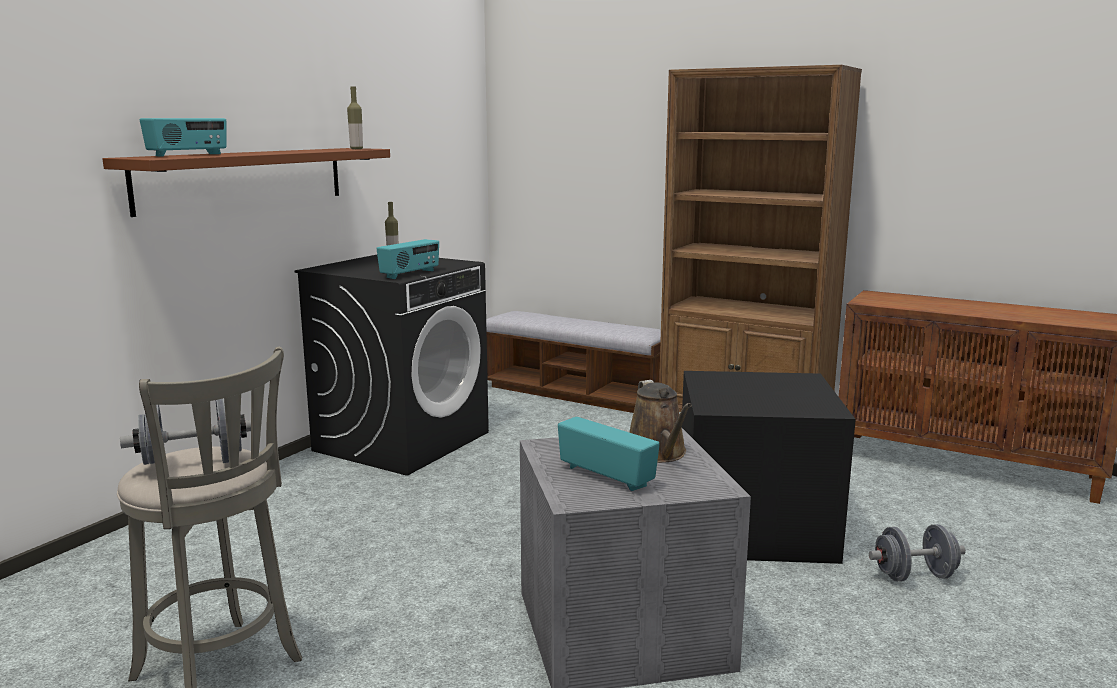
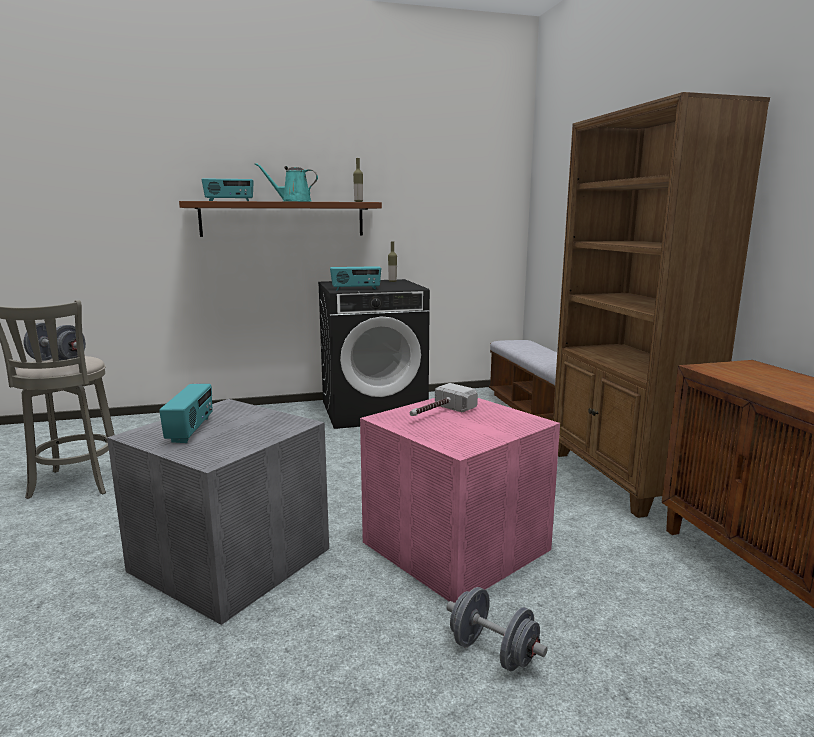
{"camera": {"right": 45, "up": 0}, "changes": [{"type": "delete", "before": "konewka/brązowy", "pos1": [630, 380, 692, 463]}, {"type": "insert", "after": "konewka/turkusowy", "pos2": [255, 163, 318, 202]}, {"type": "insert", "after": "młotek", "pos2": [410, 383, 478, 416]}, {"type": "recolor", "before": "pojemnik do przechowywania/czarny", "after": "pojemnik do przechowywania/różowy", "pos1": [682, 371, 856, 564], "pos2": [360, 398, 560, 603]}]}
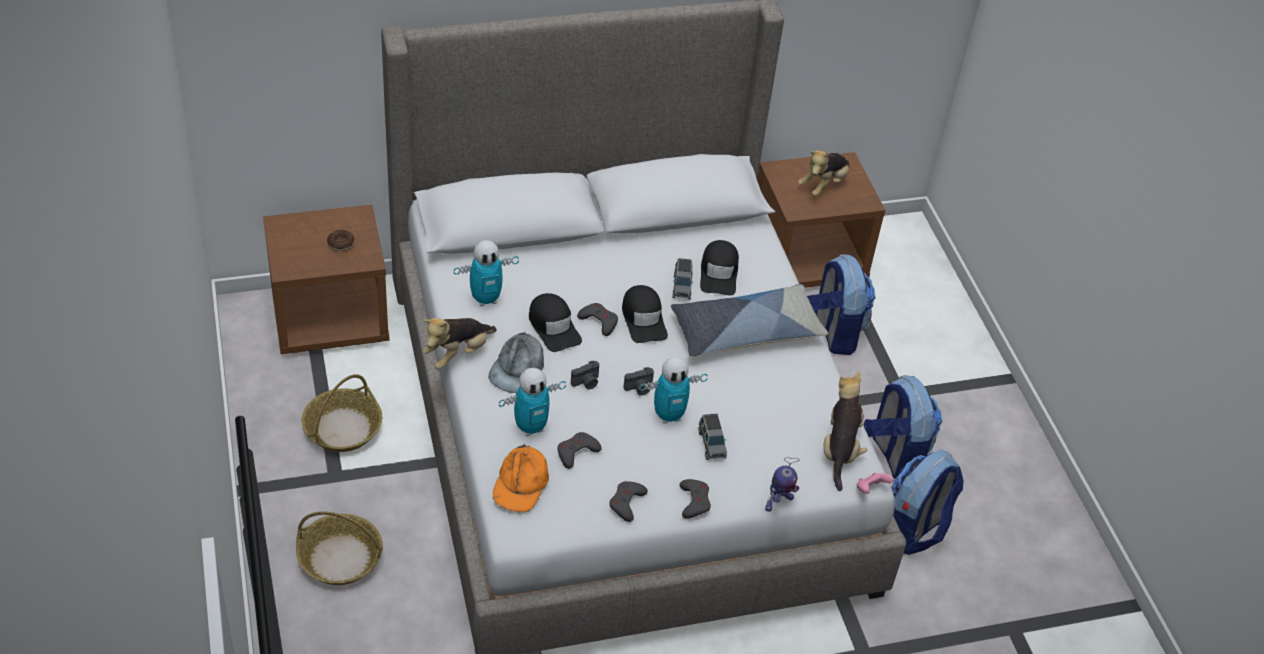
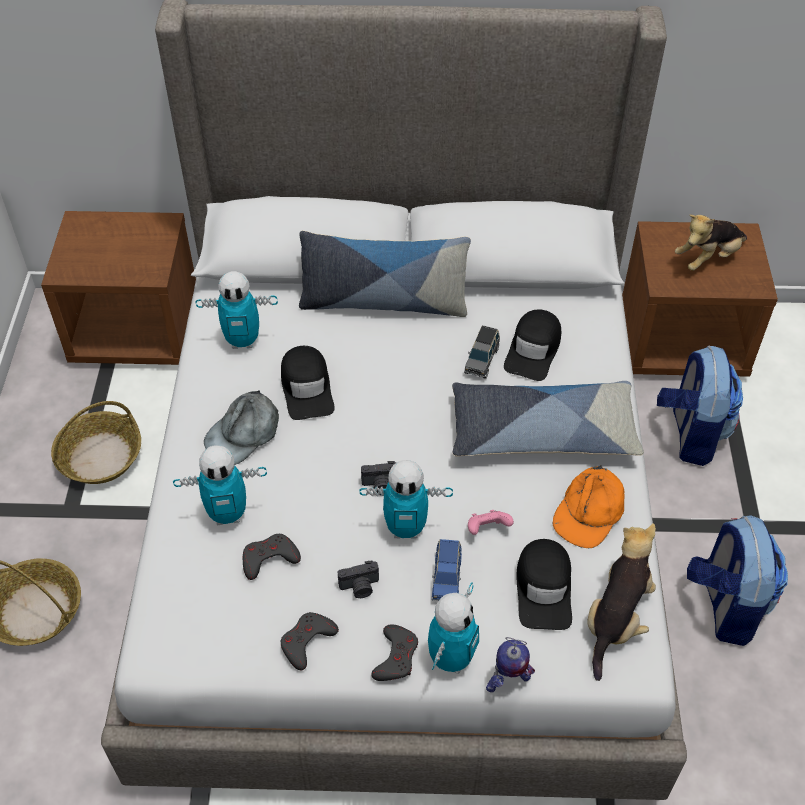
{"camera": {"right": 20, "up": 5}, "changes": [{"type": "delete", "before": "donut", "pos1": [327, 230, 354, 251]}, {"type": "delete", "before": "pluszak", "pos1": [423, 318, 497, 370]}, {"type": "delete", "before": "pad do gier/szary", "pos1": [577, 303, 618, 336]}, {"type": "delete", "before": "plecak", "pos1": [891, 450, 964, 555]}, {"type": "insert", "after": "poduszka", "pos2": [299, 231, 471, 317]}, {"type": "insert", "after": "robot zabawkowy", "pos2": [428, 582, 479, 674]}, {"type": "move", "before": "czapka z daszkiem/pomarańczowy", "pos1": [493, 444, 549, 512], "pos2": [553, 465, 625, 548]}, {"type": "move", "before": "aparat fotograficzny", "pos1": [571, 360, 599, 390], "pos2": [338, 560, 379, 598]}, {"type": "move", "before": "czapka z daszkiem/czarny", "pos1": [622, 285, 668, 343], "pos2": [516, 539, 572, 630]}, {"type": "move", "before": "pad do gier/różowy", "pos1": [857, 472, 894, 494], "pos2": [468, 510, 514, 535]}, {"type": "recolor", "before": "samochodzik/szary", "after": "samochodzik/niebieski", "pos1": [699, 413, 727, 460], "pos2": [432, 539, 462, 601]}]}
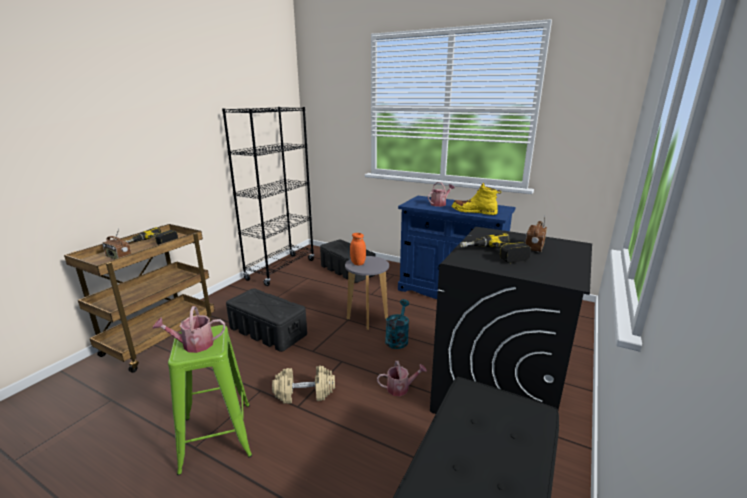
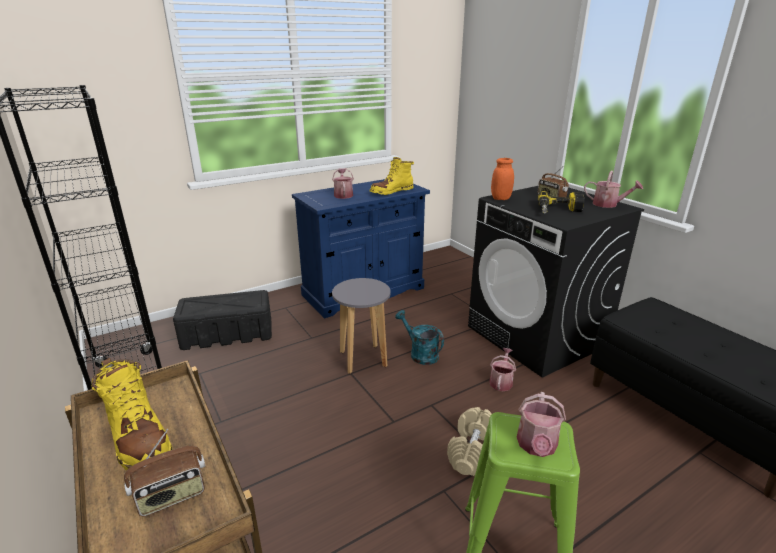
{"camera": {"right": -60, "up": 5}, "changes": [{"type": "delete", "before": "pojemnik do przechowywania/czarny", "pos1": [226, 288, 307, 352]}, {"type": "insert", "after": "konewka", "pos2": [584, 171, 643, 208]}, {"type": "move", "before": "słoik/pomarańczowy", "pos1": [350, 233, 366, 266], "pos2": [491, 158, 514, 200]}, {"type": "replace", "before": "wiertarka", "after": "but z cholewką/żółty", "pos1": [125, 227, 178, 245], "pos2": [91, 357, 173, 470]}]}
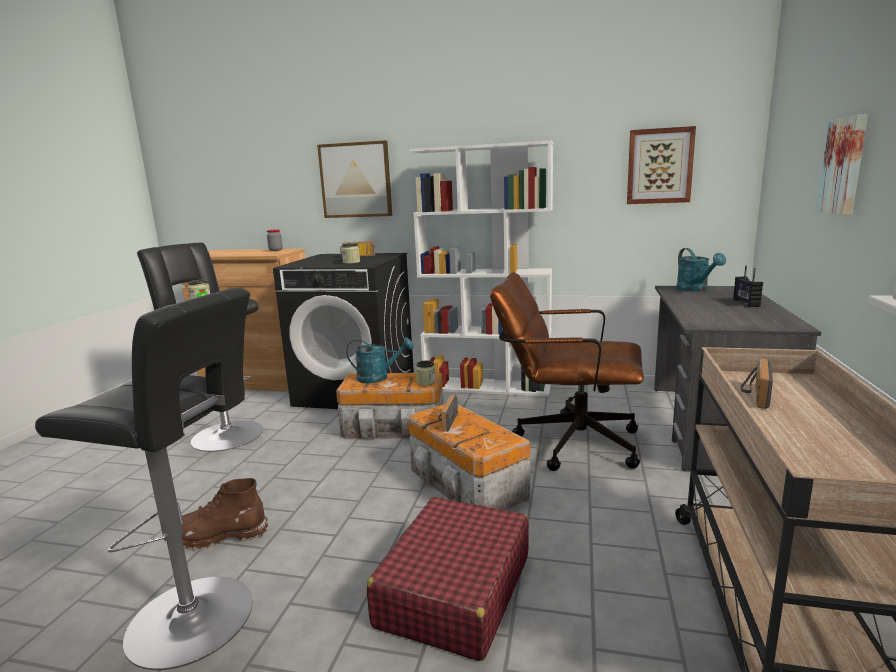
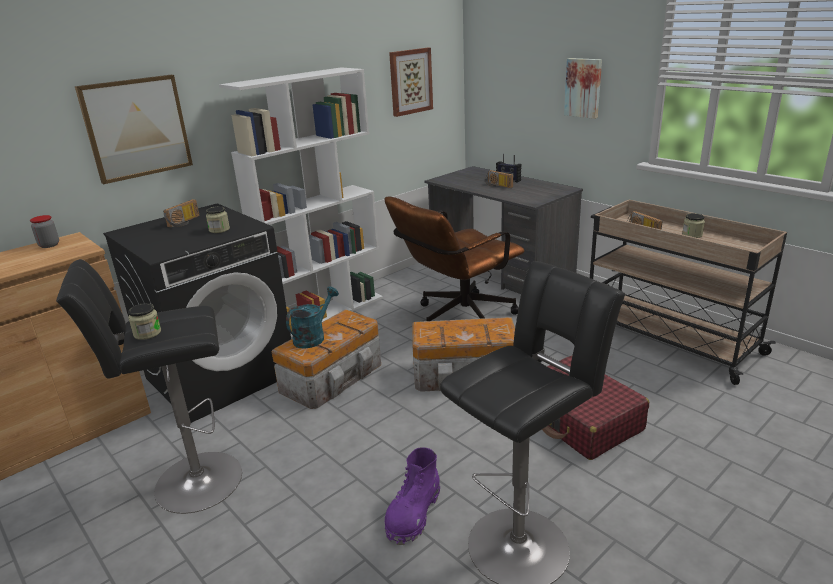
{"camera": {"right": -55, "up": 10}, "changes": [{"type": "delete", "before": "konewka/turkusowy", "pos1": [676, 248, 726, 292]}, {"type": "move", "before": "słoik", "pos1": [416, 361, 436, 385], "pos2": [682, 213, 705, 238]}, {"type": "move", "before": "radio", "pos1": [438, 395, 458, 432], "pos2": [485, 170, 513, 188]}, {"type": "recolor", "before": "but z cholewką/brązowy", "after": "but z cholewką/fioletowy", "pos1": [182, 478, 268, 550], "pos2": [384, 447, 440, 545]}]}
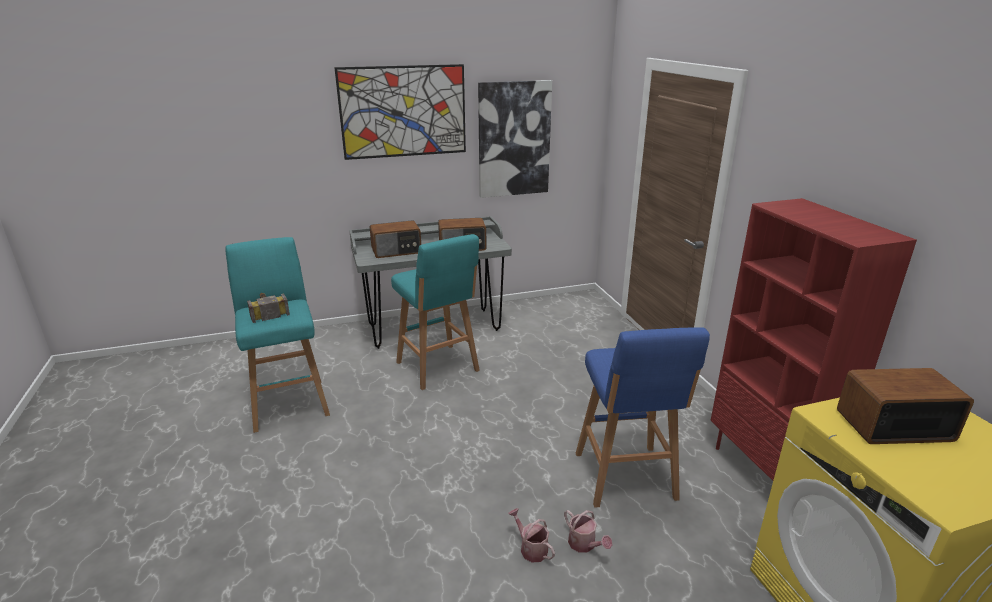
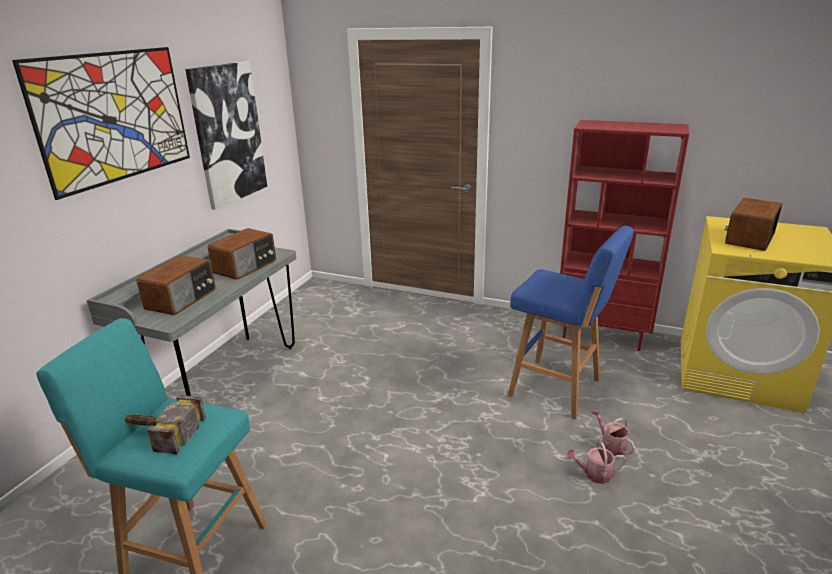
{"camera": {"right": -50, "up": 0}, "changes": [{"type": "delete", "before": "stołek/turkusowy", "pos1": [391, 234, 480, 390]}, {"type": "rotate", "before": "konewka", "pos1": [564, 510, 612, 553], "pos2": [591, 409, 635, 456], "turn": -120}]}
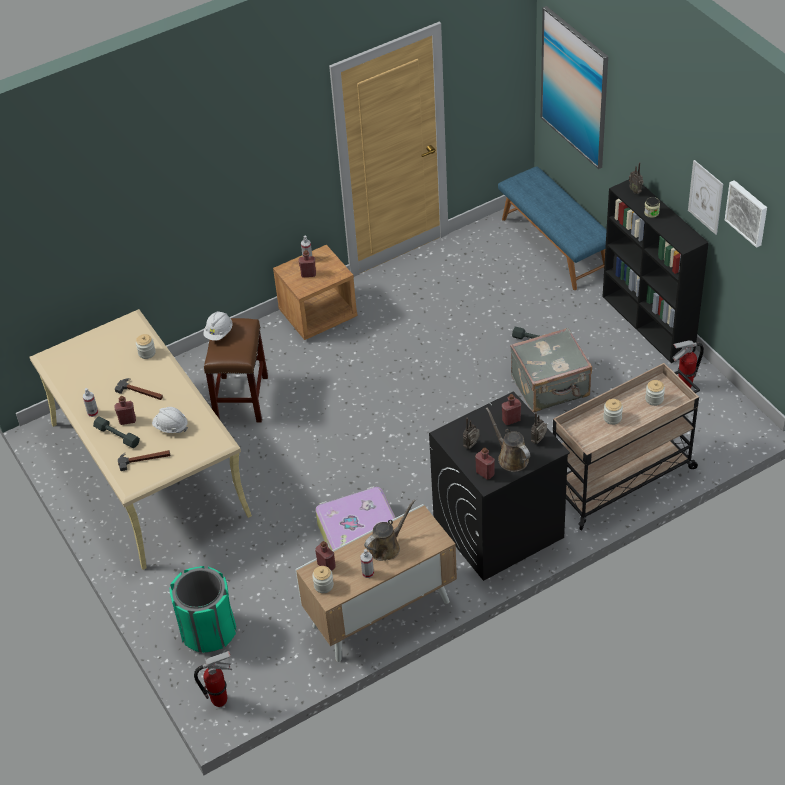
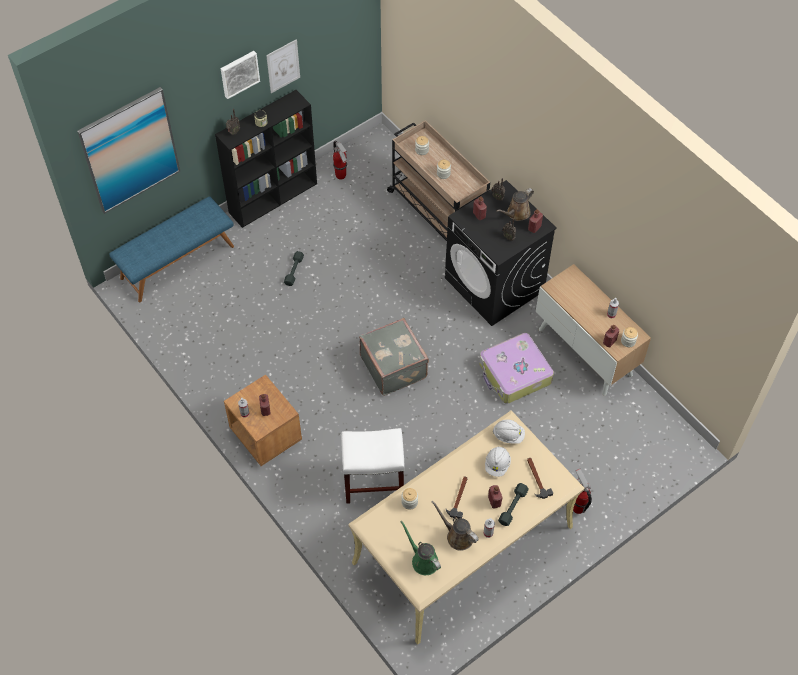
{"camera": {"right": -100, "up": 10}, "changes": [{"type": "delete", "before": "kosz na śmieci/zielony", "pos1": [170, 566, 236, 653]}, {"type": "insert", "after": "konewka/zielony", "pos2": [401, 521, 441, 575]}, {"type": "move", "before": "gaśnica", "pos1": [194, 651, 232, 707], "pos2": [573, 468, 592, 514]}, {"type": "move", "before": "kask/biały", "pos1": [203, 311, 233, 341], "pos2": [493, 419, 525, 444]}, {"type": "move", "before": "konewka/brązowy", "pos1": [364, 499, 416, 561], "pos2": [431, 500, 479, 551]}, {"type": "move", "before": "walizka/szary", "pos1": [510, 328, 592, 413], "pos2": [359, 318, 429, 396]}, {"type": "move", "before": "obraz", "pos1": [725, 180, 767, 248], "pos2": [221, 51, 260, 99]}, {"type": "recolor", "before": "stołek/brązowy", "after": "stołek/biały", "pos1": [204, 318, 268, 423], "pos2": [341, 428, 405, 504]}]}
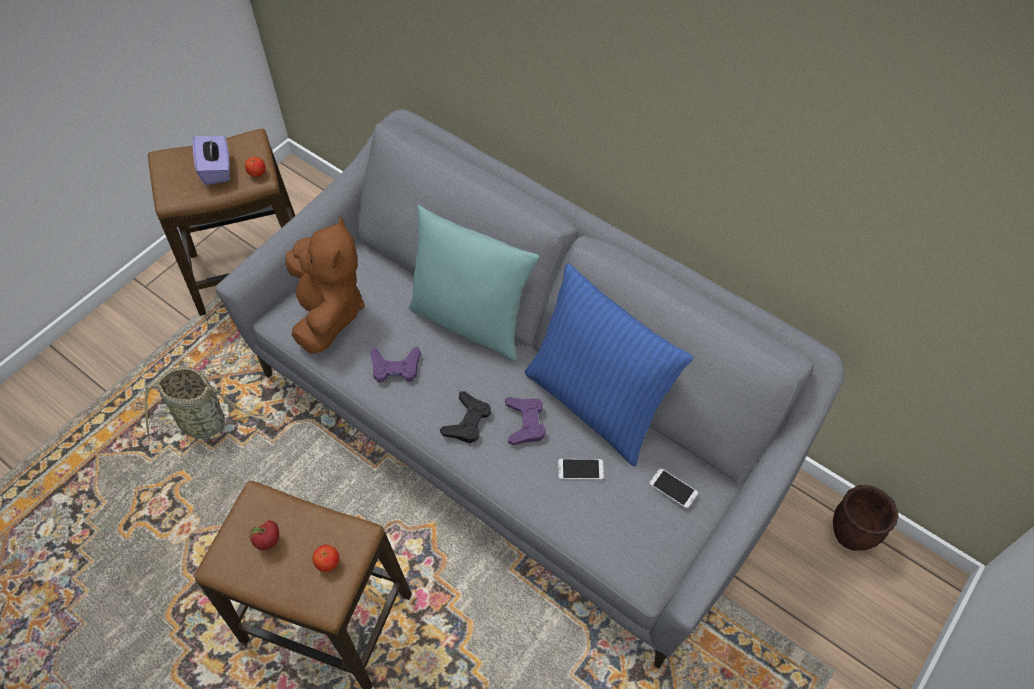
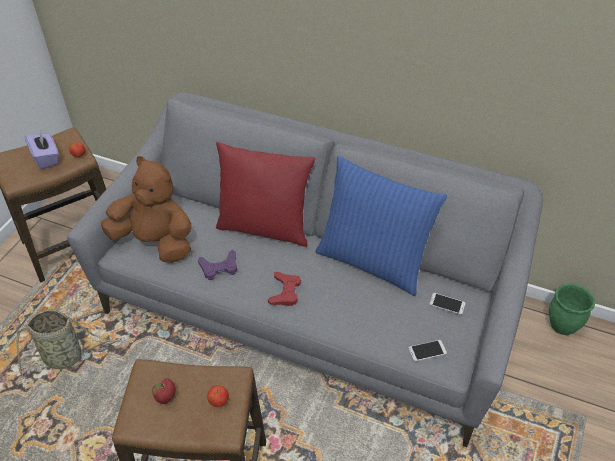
{"camera": {"right": -15, "up": -10}, "changes": [{"type": "delete", "before": "pad do gier/fioletowy", "pos1": [505, 397, 546, 445]}, {"type": "move", "before": "telefon", "pos1": [558, 459, 604, 480], "pos2": [408, 340, 447, 362]}, {"type": "recolor", "before": "poduszka/turkusowy", "after": "poduszka/czerwony", "pos1": [408, 205, 540, 362], "pos2": [216, 142, 315, 247]}, {"type": "recolor", "before": "pad do gier/czarny", "after": "pad do gier/czerwony", "pos1": [440, 391, 491, 443], "pos2": [268, 272, 301, 306]}, {"type": "recolor", "before": "donica/brązowy", "after": "donica/zielony", "pos1": [833, 485, 899, 551], "pos2": [549, 283, 595, 335]}, {"type": "rotate", "before": "pluszak/brązowy", "pos1": [286, 216, 365, 354], "pos2": [101, 156, 191, 263], "turn": -45}]}
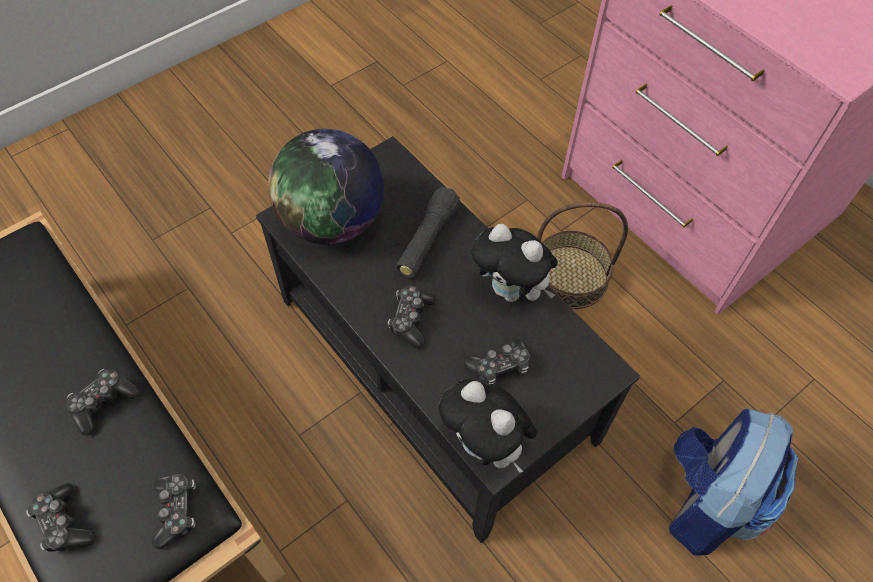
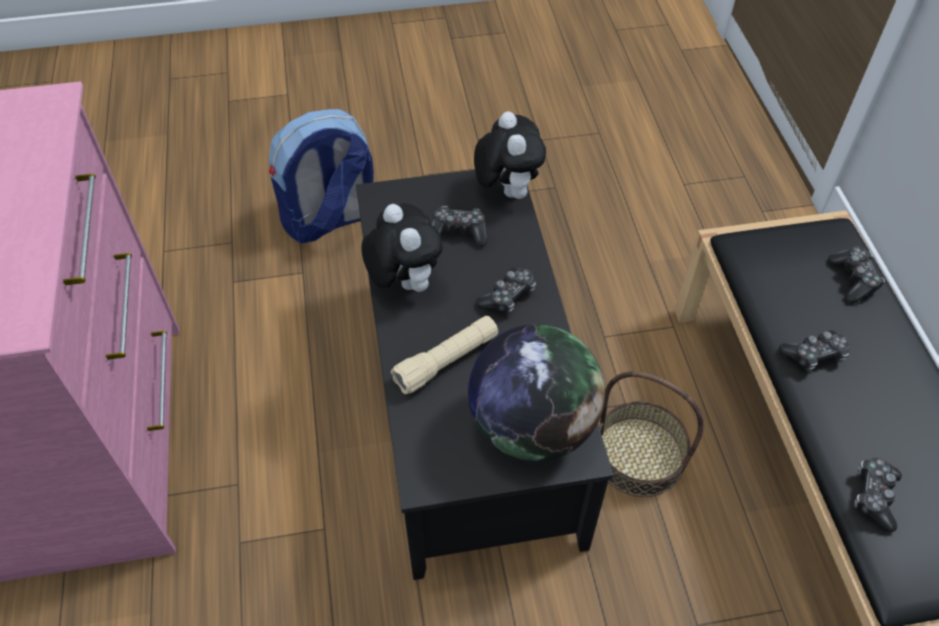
{"camera": {"right": -150, "up": -5}, "changes": [{"type": "move", "before": "pad do gier", "pos1": [152, 474, 196, 549], "pos2": [854, 458, 902, 532]}, {"type": "move", "before": "koszyk", "pos1": [537, 202, 628, 309], "pos2": [599, 371, 704, 497]}, {"type": "recolor", "before": "latarka/czarny", "after": "latarka/beżowy", "pos1": [396, 187, 460, 278], "pos2": [391, 316, 498, 394]}]}
